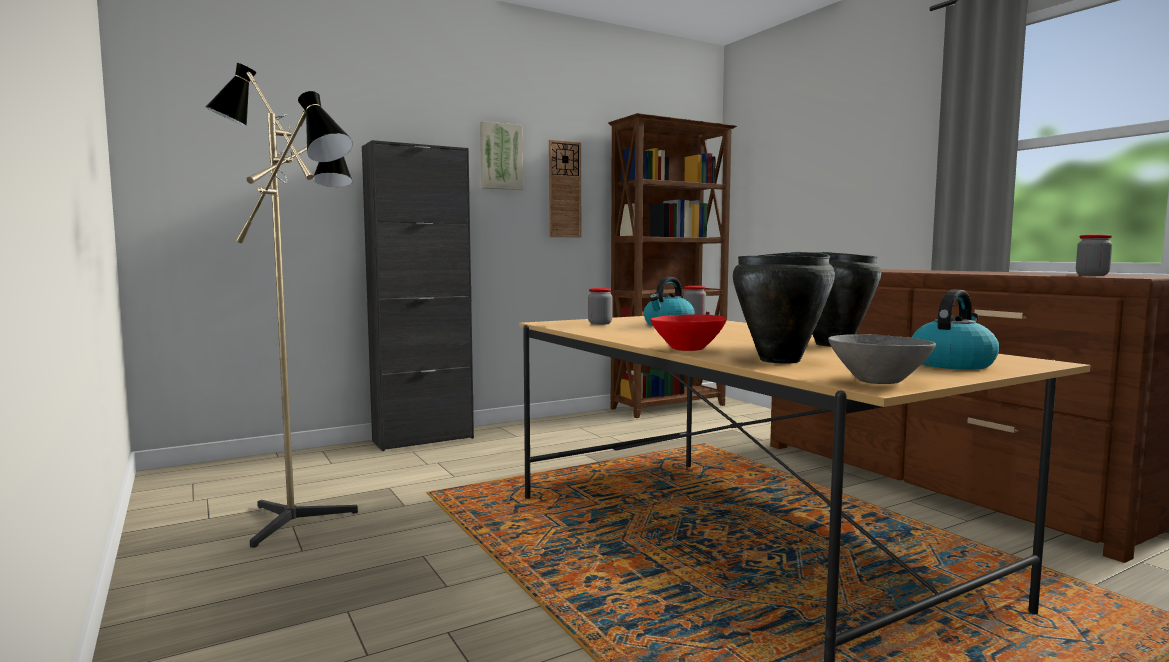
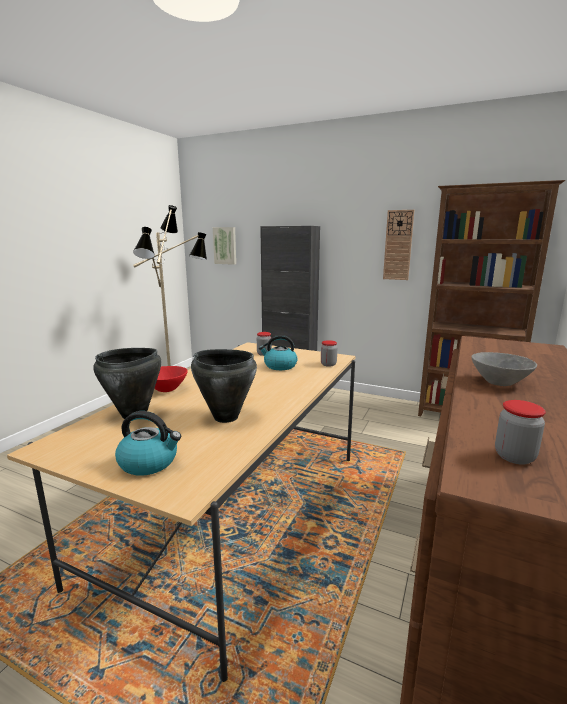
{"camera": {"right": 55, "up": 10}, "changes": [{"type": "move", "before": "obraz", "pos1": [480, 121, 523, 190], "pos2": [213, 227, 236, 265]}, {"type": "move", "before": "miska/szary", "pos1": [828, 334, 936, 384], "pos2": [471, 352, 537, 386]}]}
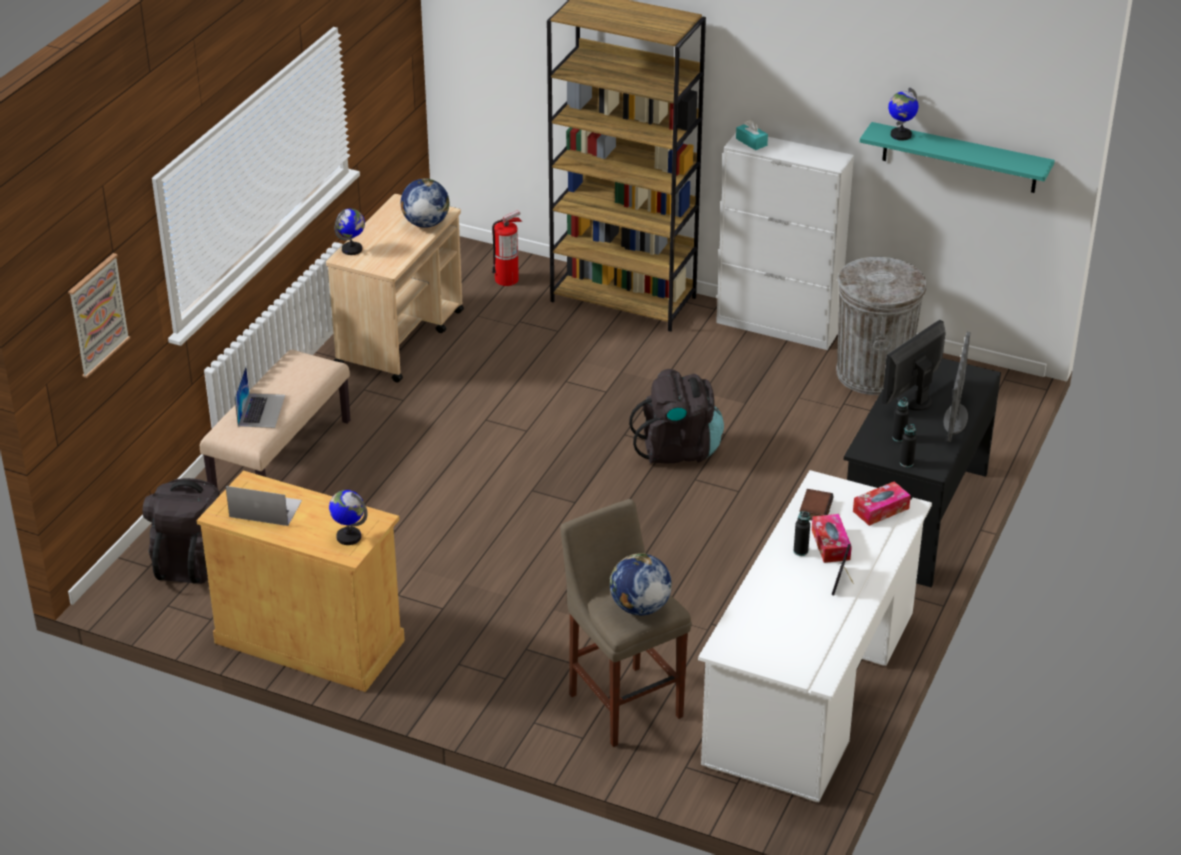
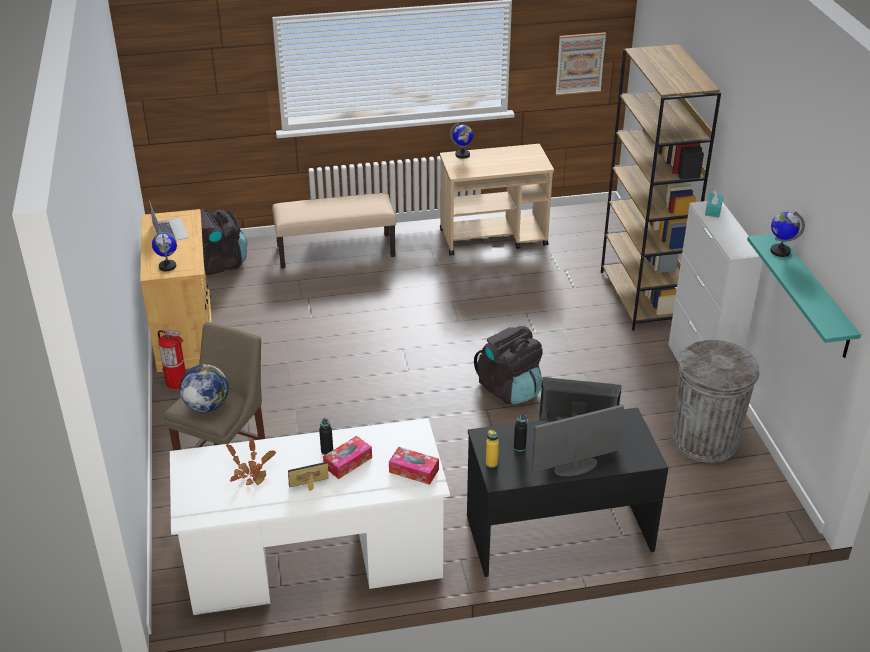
{"camera": {"right": 55, "up": 0}, "changes": [{"type": "delete", "before": "laptop", "pos1": [235, 366, 285, 428]}, {"type": "delete", "before": "globus", "pos1": [401, 178, 450, 228]}, {"type": "delete", "before": "książka", "pos1": [800, 489, 833, 520]}, {"type": "insert", "after": "roślina doniczkowa", "pos2": [226, 439, 277, 485]}, {"type": "move", "before": "obraz", "pos1": [68, 253, 130, 378], "pos2": [556, 32, 606, 95]}, {"type": "move", "before": "gaśnica", "pos1": [492, 210, 522, 286], "pos2": [158, 330, 186, 389]}, {"type": "recolor", "before": "butelka/czarny", "after": "butelka/żółty", "pos1": [900, 424, 917, 467], "pos2": [486, 430, 499, 468]}]}
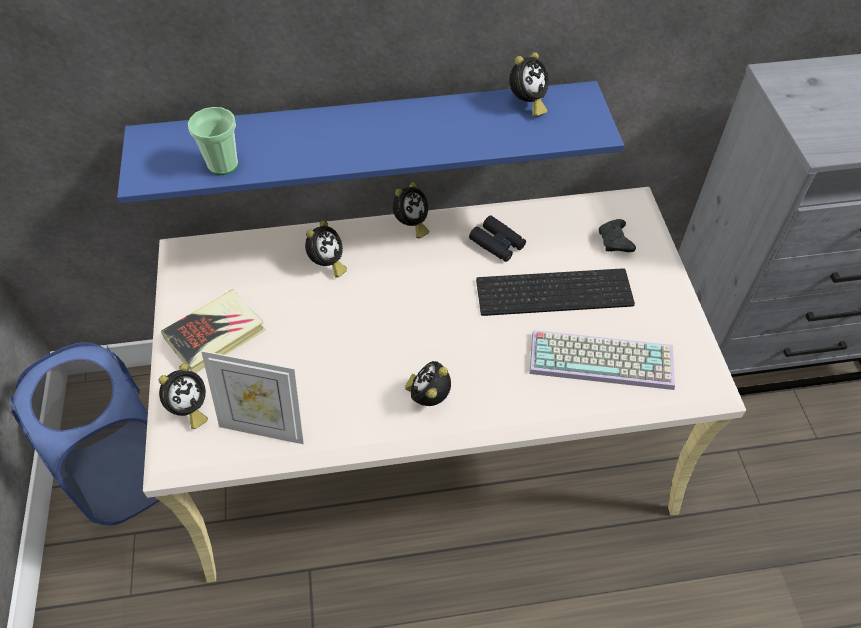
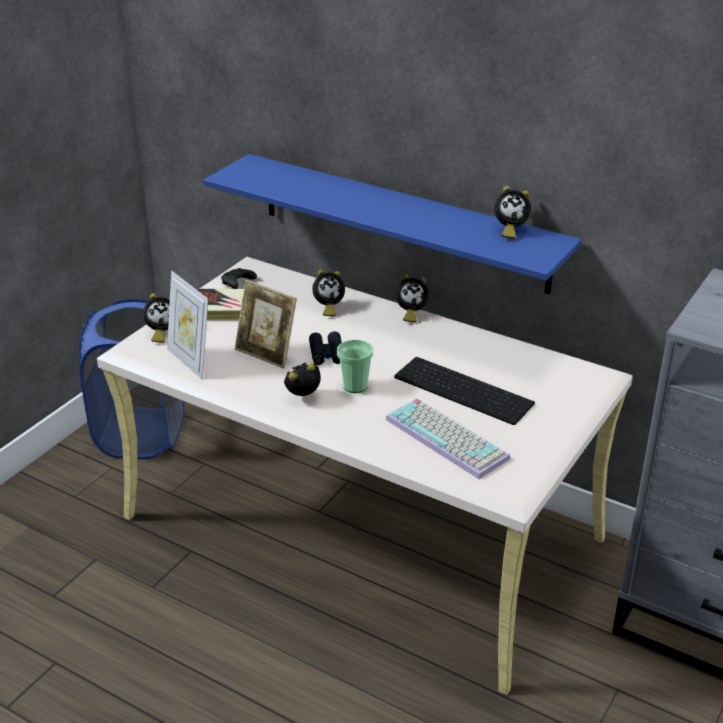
{"camera": {"right": 40, "up": -20}, "changes": [{"type": "insert", "after": "ramka na zdjęcie", "pos2": [235, 280, 297, 369]}, {"type": "move", "before": "filiżanka", "pos1": [188, 107, 238, 175], "pos2": [337, 340, 373, 393]}, {"type": "move", "before": "lornetka/czarny", "pos1": [469, 215, 526, 262], "pos2": [309, 331, 342, 365]}, {"type": "move", "before": "pad do gier/czarny", "pos1": [599, 219, 636, 252], "pos2": [221, 268, 257, 289]}]}
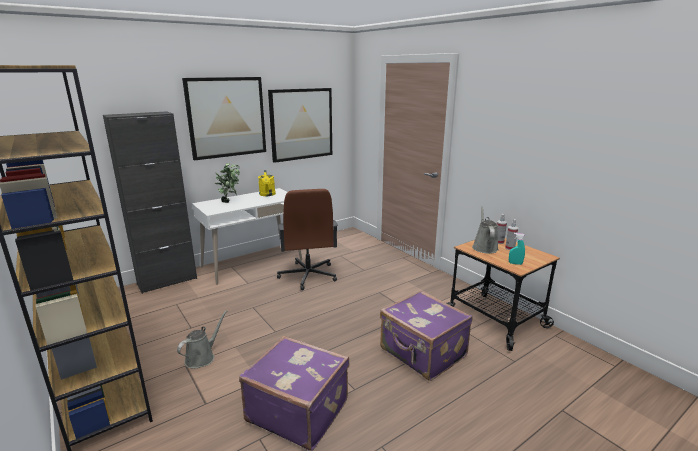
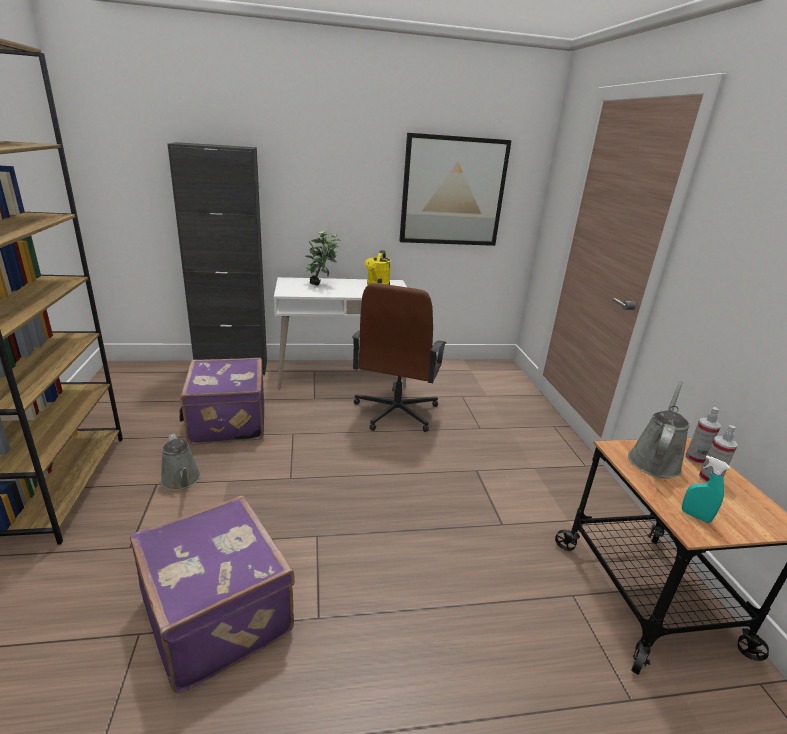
{"camera": {"right": 25, "up": 5}, "changes": [{"type": "delete", "before": "obraz", "pos1": [182, 77, 266, 161]}, {"type": "move", "before": "walizka/fioletowy", "pos1": [380, 291, 472, 381], "pos2": [179, 358, 264, 445]}, {"type": "rotate", "before": "konewka/szary", "pos1": [177, 310, 227, 369], "pos2": [160, 433, 201, 490], "turn": 90}]}
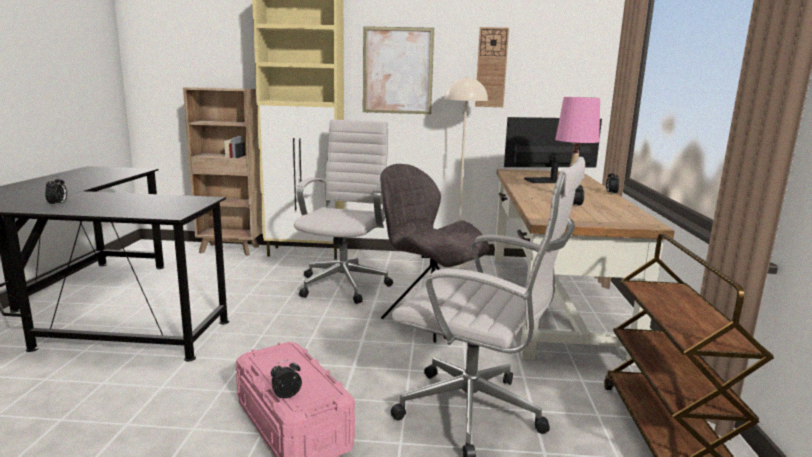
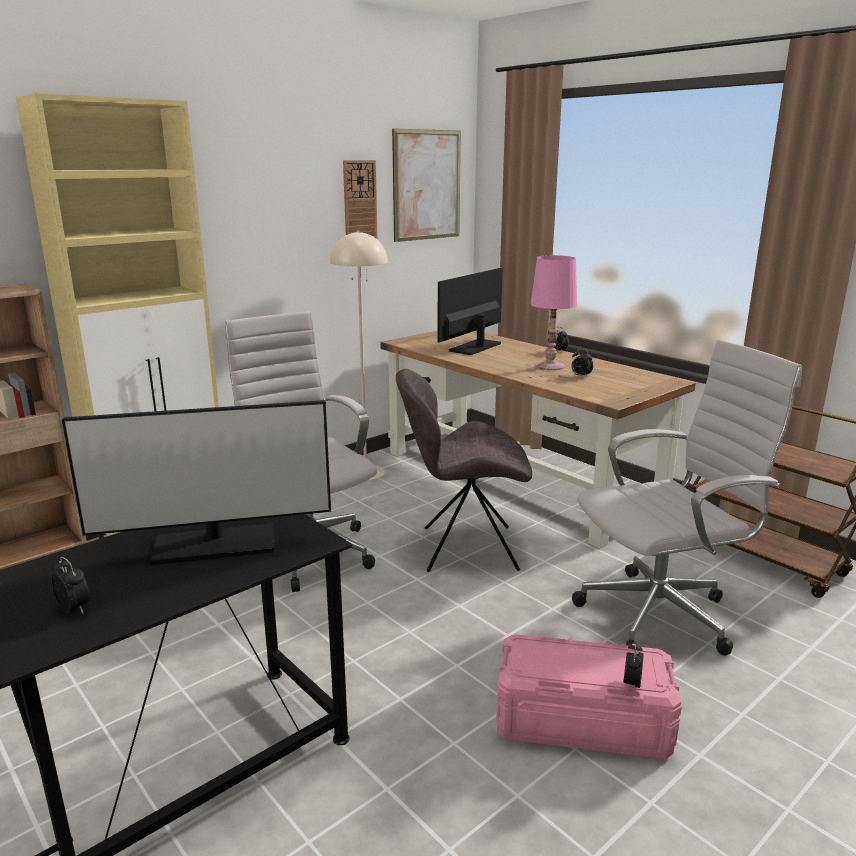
{"camera": {"right": -45, "up": 5}, "changes": [{"type": "insert", "after": "monitor", "pos2": [62, 400, 331, 565]}, {"type": "move", "before": "obraz", "pos1": [363, 26, 434, 114], "pos2": [392, 129, 461, 242]}]}
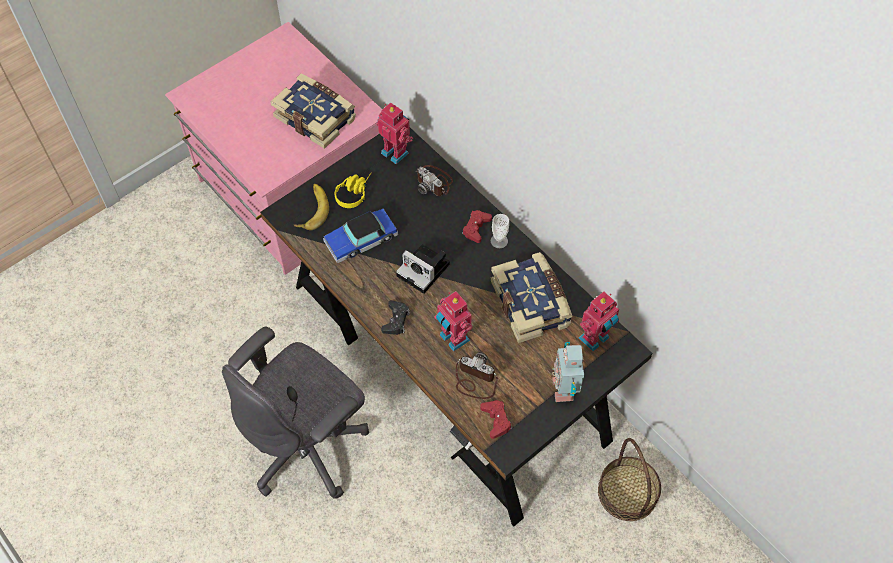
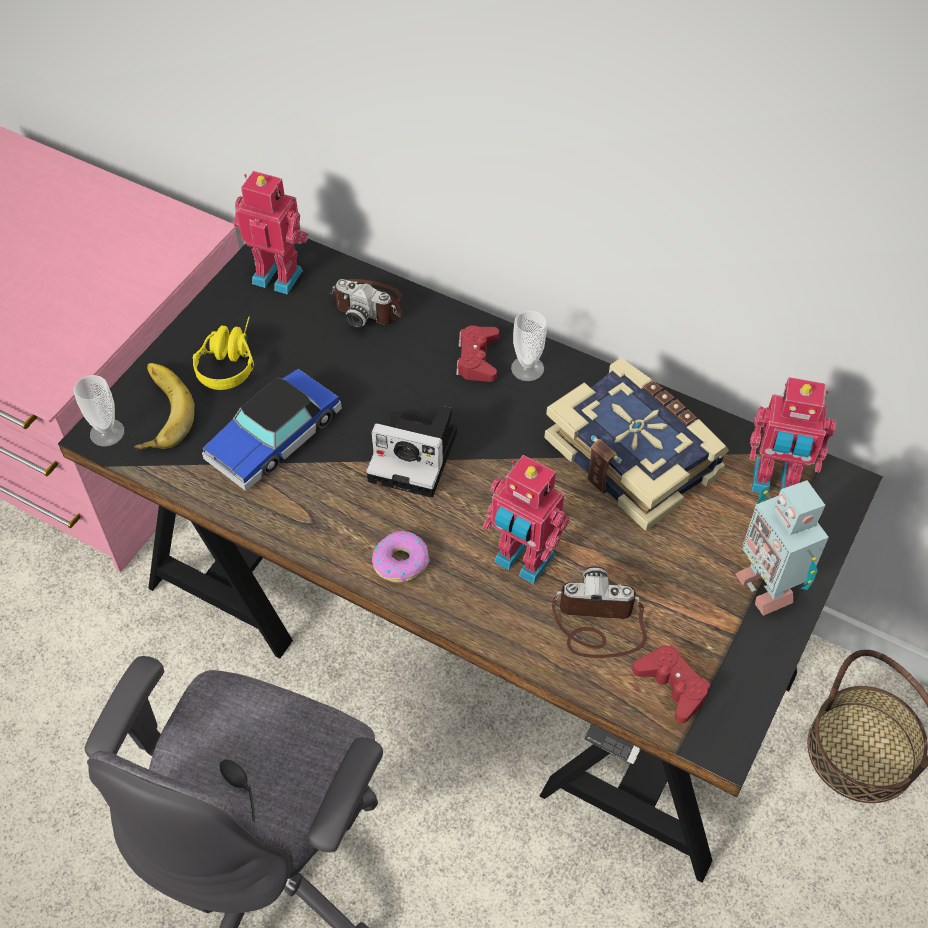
{"camera": {"right": -20, "up": -5}, "changes": [{"type": "delete", "before": "książka", "pos1": [270, 73, 356, 149]}, {"type": "insert", "after": "filiżanka", "pos2": [74, 375, 124, 447]}, {"type": "replace", "before": "pad do gier/czarny", "after": "donut", "pos1": [381, 300, 410, 335], "pos2": [372, 531, 430, 583]}, {"type": "rotate", "before": "robot zabawkowy", "pos1": [579, 291, 619, 351], "pos2": [749, 377, 836, 493], "turn": 75}]}
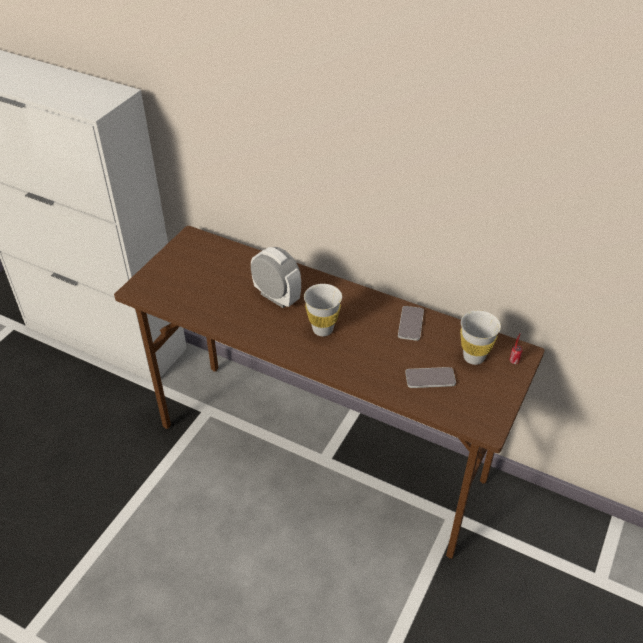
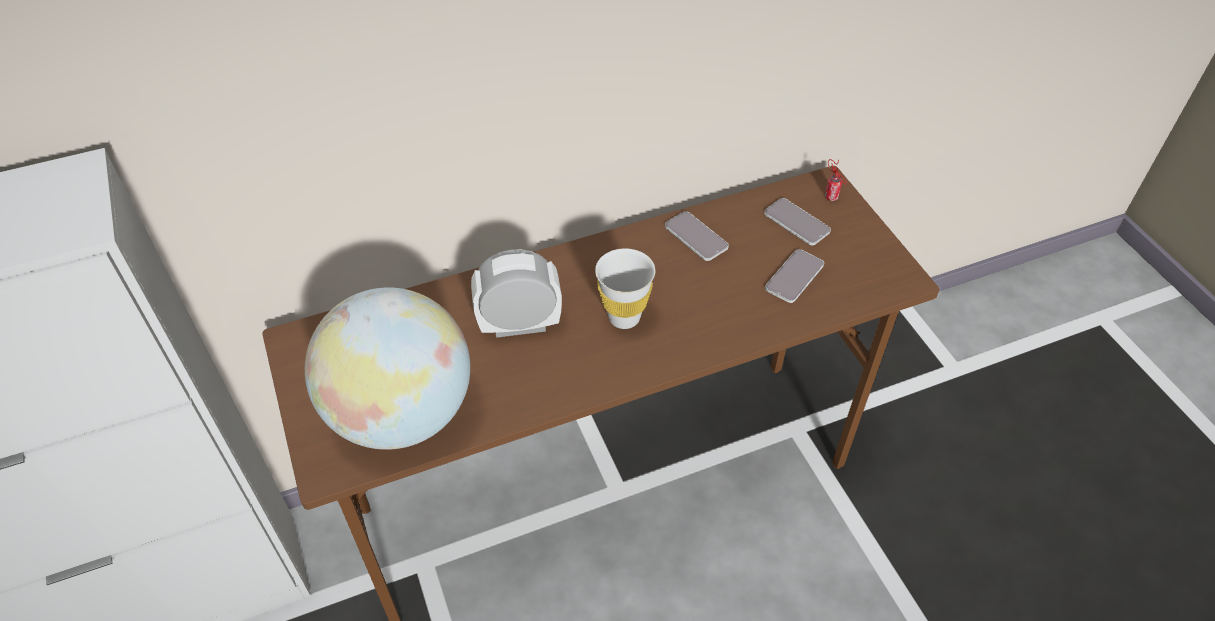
{"camera": {"right": -50, "up": 5}, "changes": [{"type": "insert", "after": "globus", "pos2": [305, 287, 470, 450]}, {"type": "replace", "before": "filiżanka/biały", "after": "telefon", "pos1": [460, 310, 501, 365], "pos2": [764, 198, 831, 245]}]}
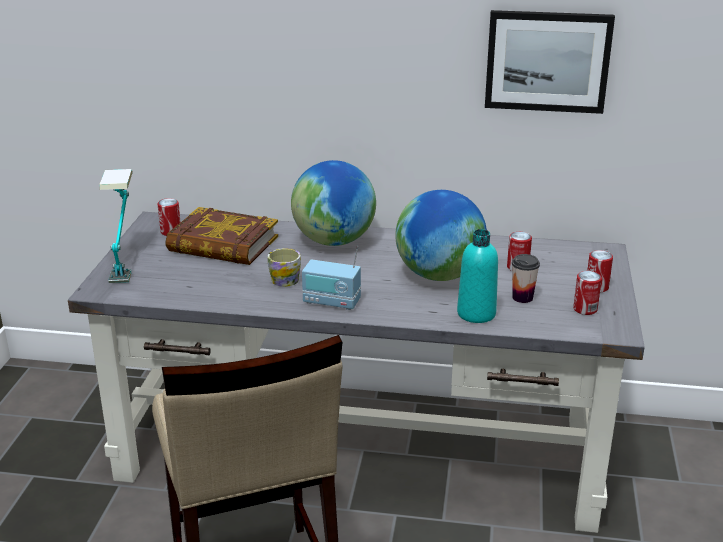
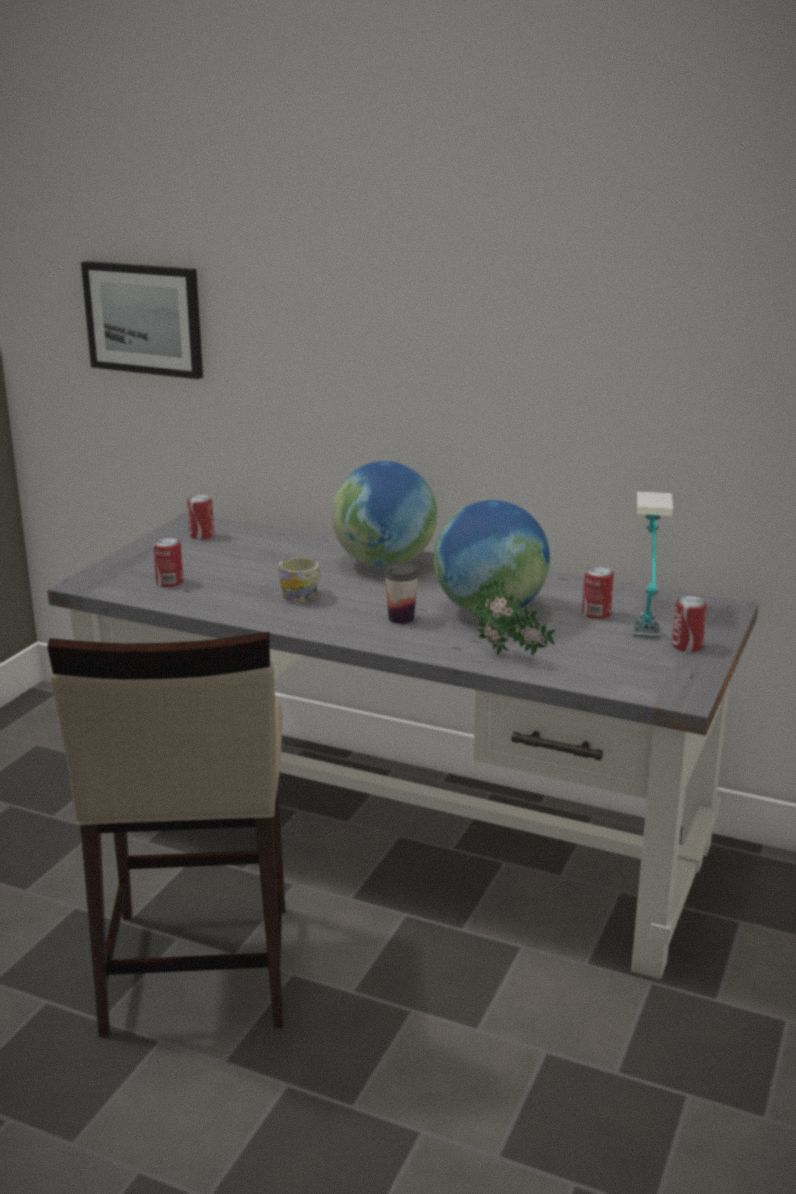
{"camera": {"right": 15, "up": -5}, "changes": [{"type": "delete", "before": "książka", "pos1": [165, 207, 278, 265]}, {"type": "delete", "before": "radio", "pos1": [302, 246, 361, 310]}, {"type": "move", "before": "lampa stołowa", "pos1": [99, 169, 133, 283], "pos2": [633, 491, 673, 638]}, {"type": "move", "before": "obraz", "pos1": [485, 10, 615, 114], "pos2": [81, 261, 203, 379]}, {"type": "move", "before": "filiżanka", "pos1": [512, 254, 540, 303], "pos2": [384, 563, 419, 624]}, {"type": "move", "before": "puszka", "pos1": [573, 271, 602, 315], "pos2": [153, 538, 183, 587]}, {"type": "replace", "before": "butelka/turkusowy", "after": "roślina doniczkowa", "pos1": [457, 229, 498, 323], "pos2": [470, 577, 555, 655]}]}
